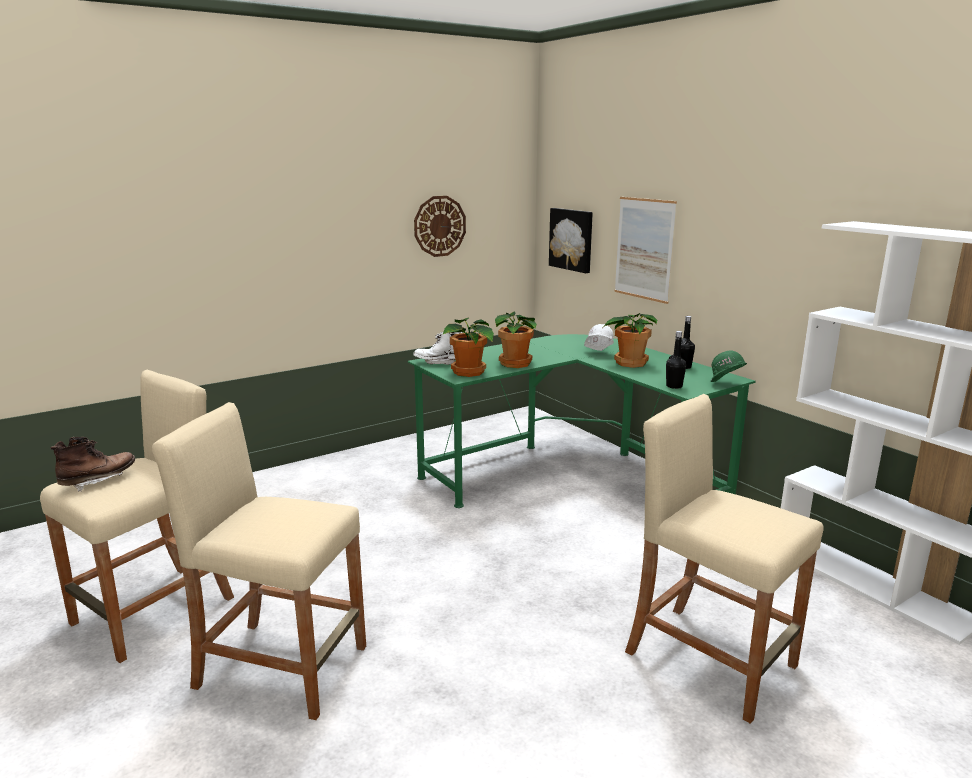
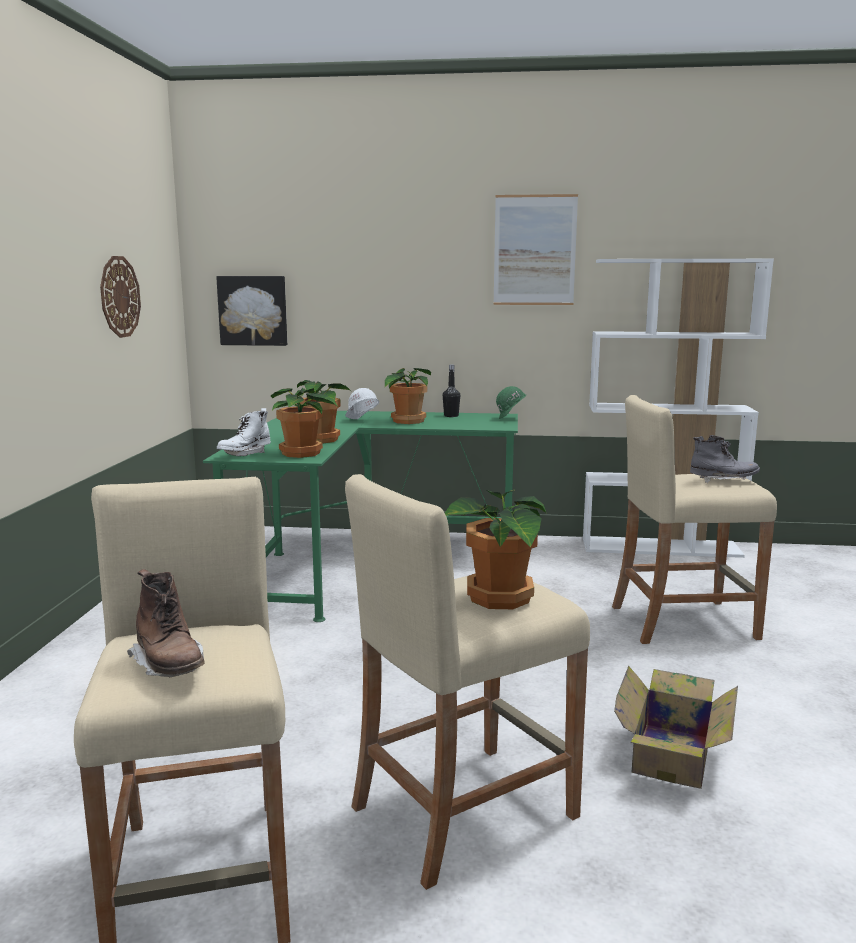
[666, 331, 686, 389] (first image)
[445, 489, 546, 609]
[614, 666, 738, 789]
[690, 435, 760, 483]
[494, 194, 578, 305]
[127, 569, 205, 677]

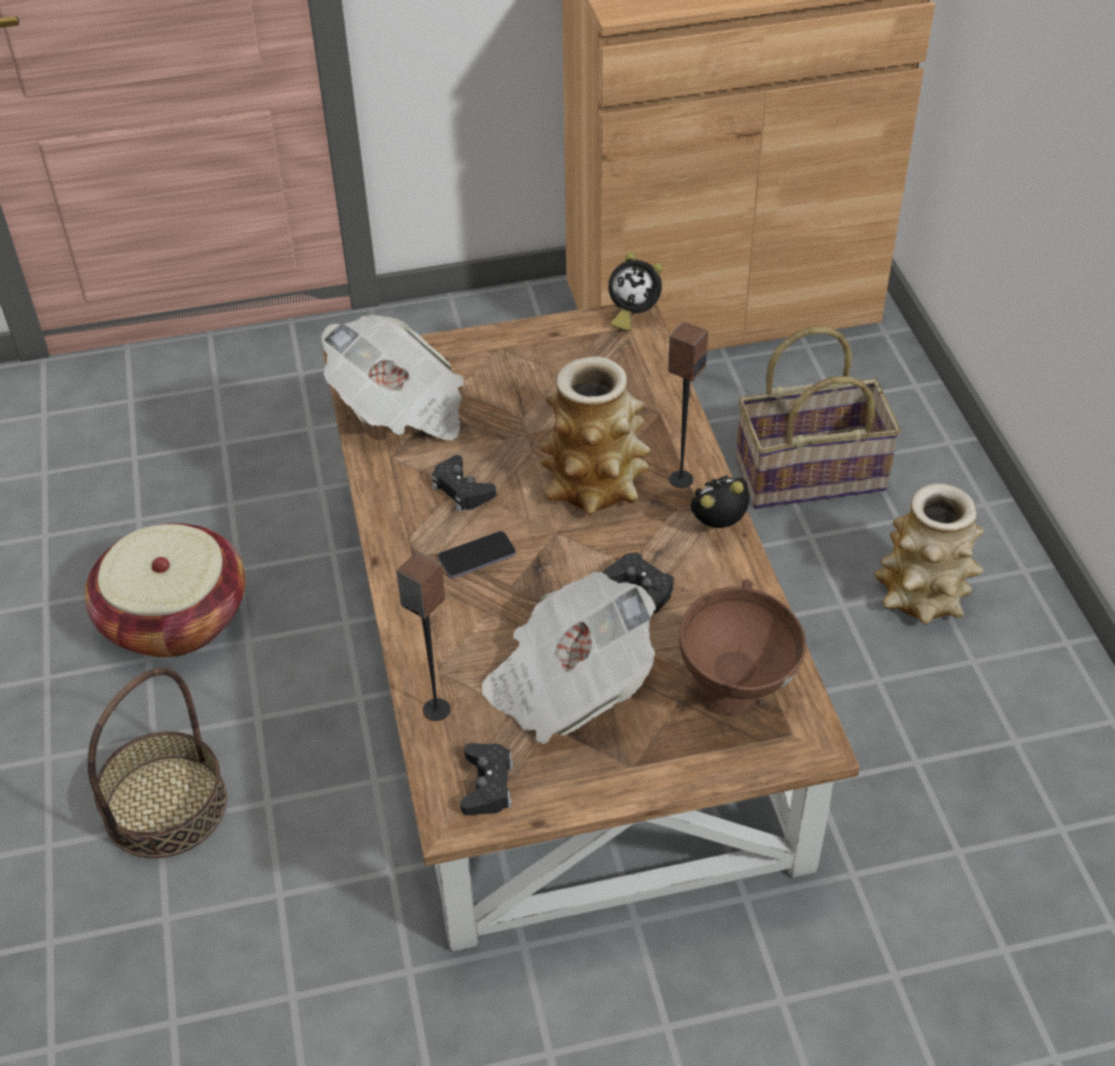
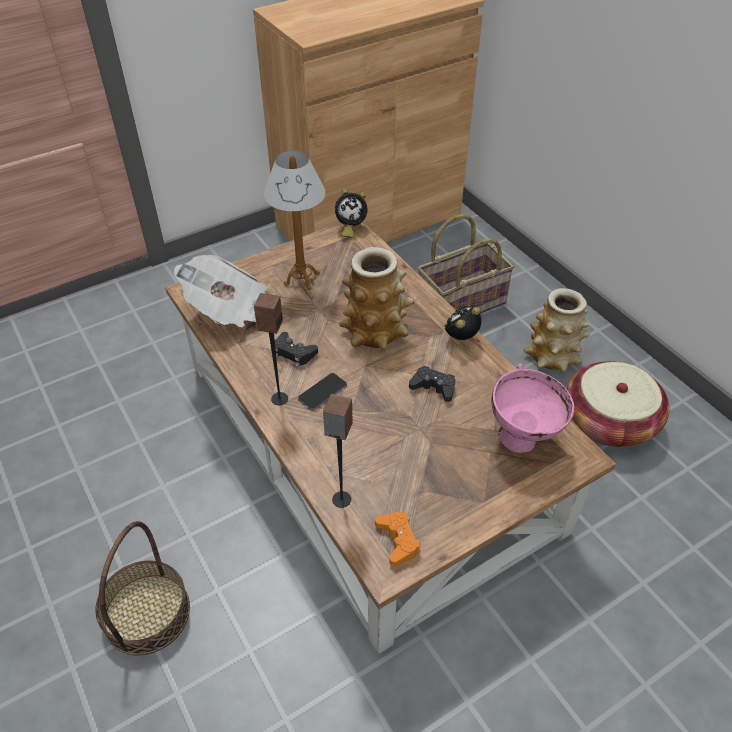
[482, 572, 656, 744] (first image)
[264, 151, 326, 290]
[567, 361, 670, 447]
[254, 293, 288, 405]
[375, 512, 421, 566]
[492, 364, 574, 453]

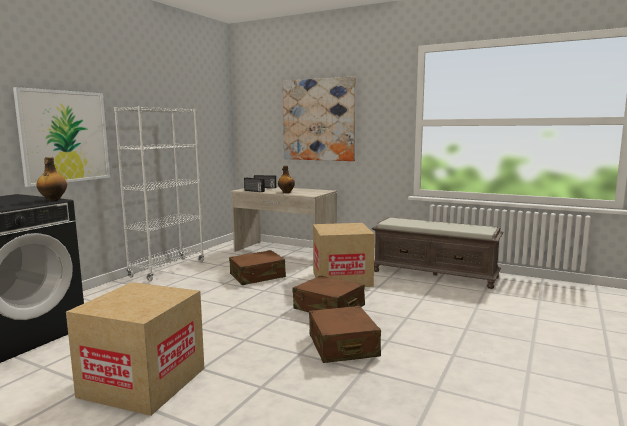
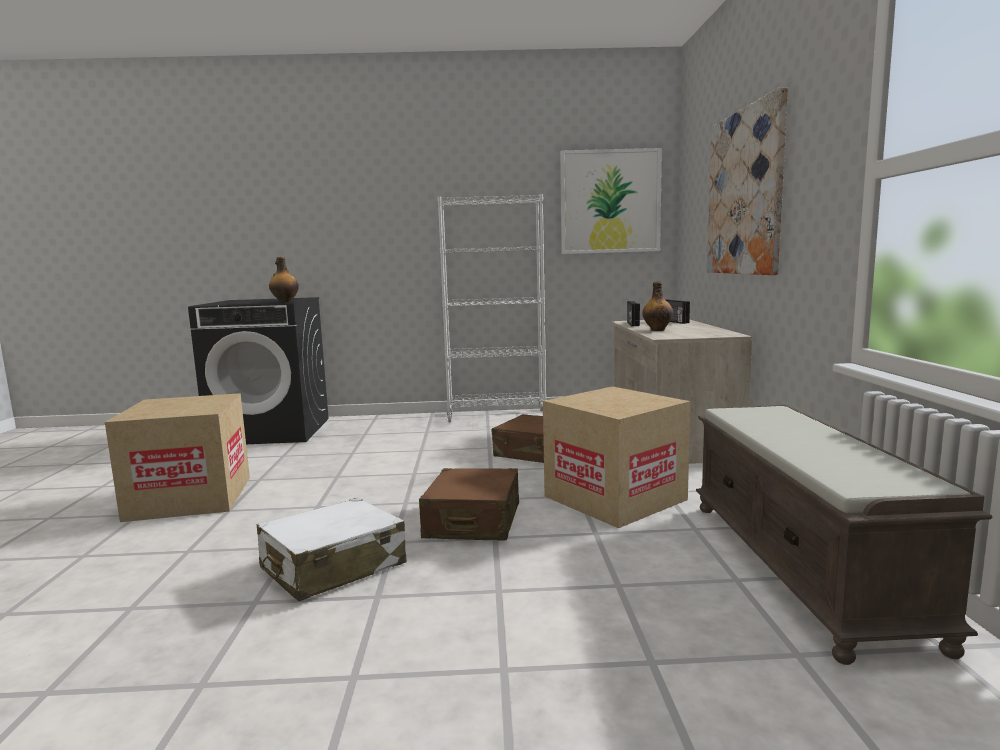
[560, 148, 662, 254]
[257, 498, 407, 602]

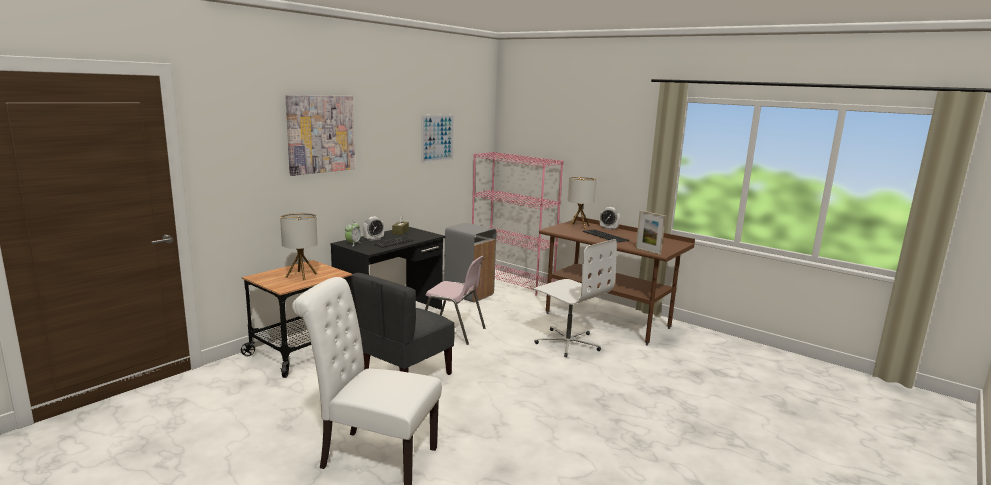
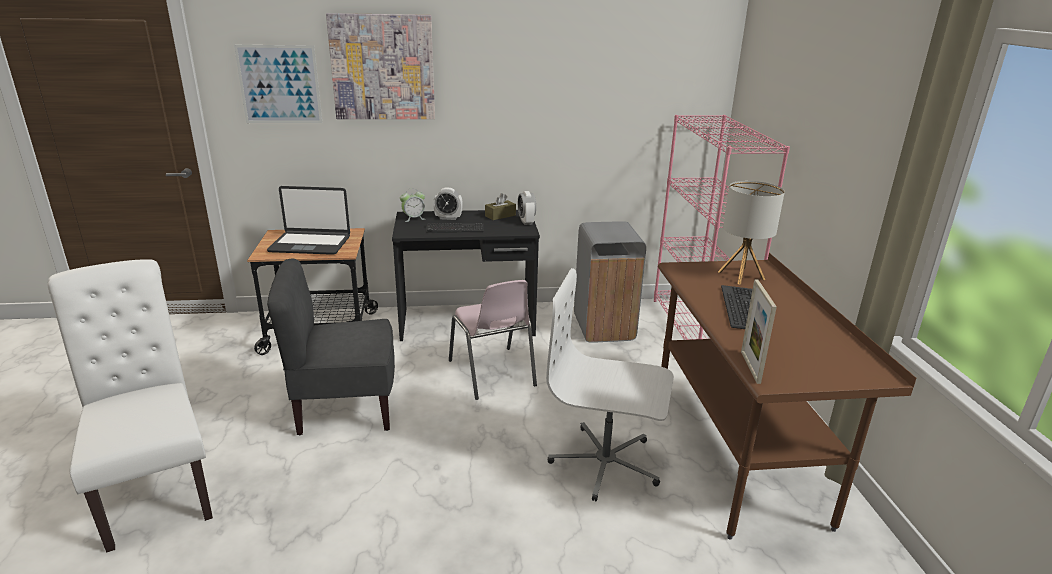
[234, 45, 323, 123]
[518, 191, 536, 225]
[267, 186, 350, 255]
[546, 268, 674, 501]

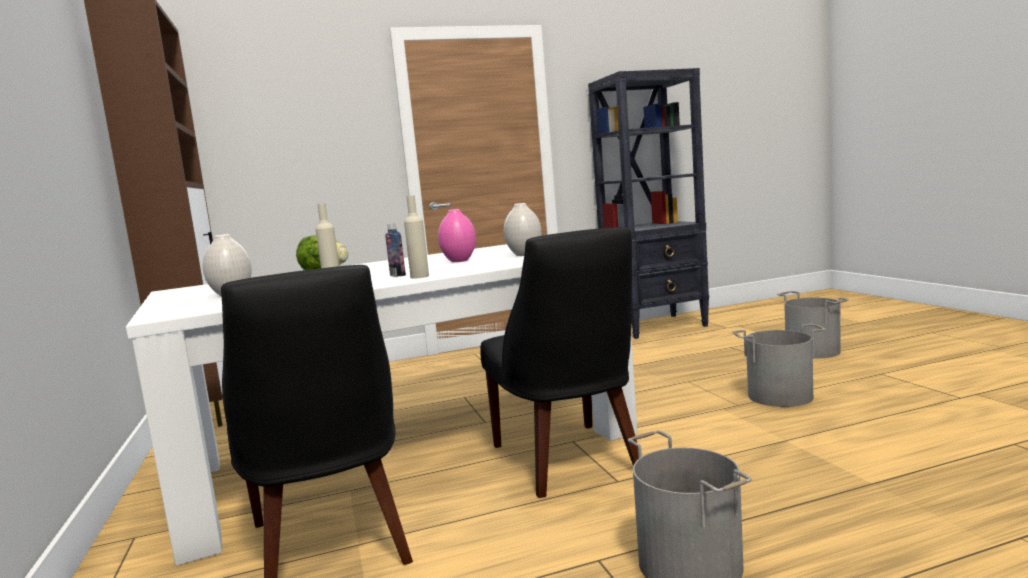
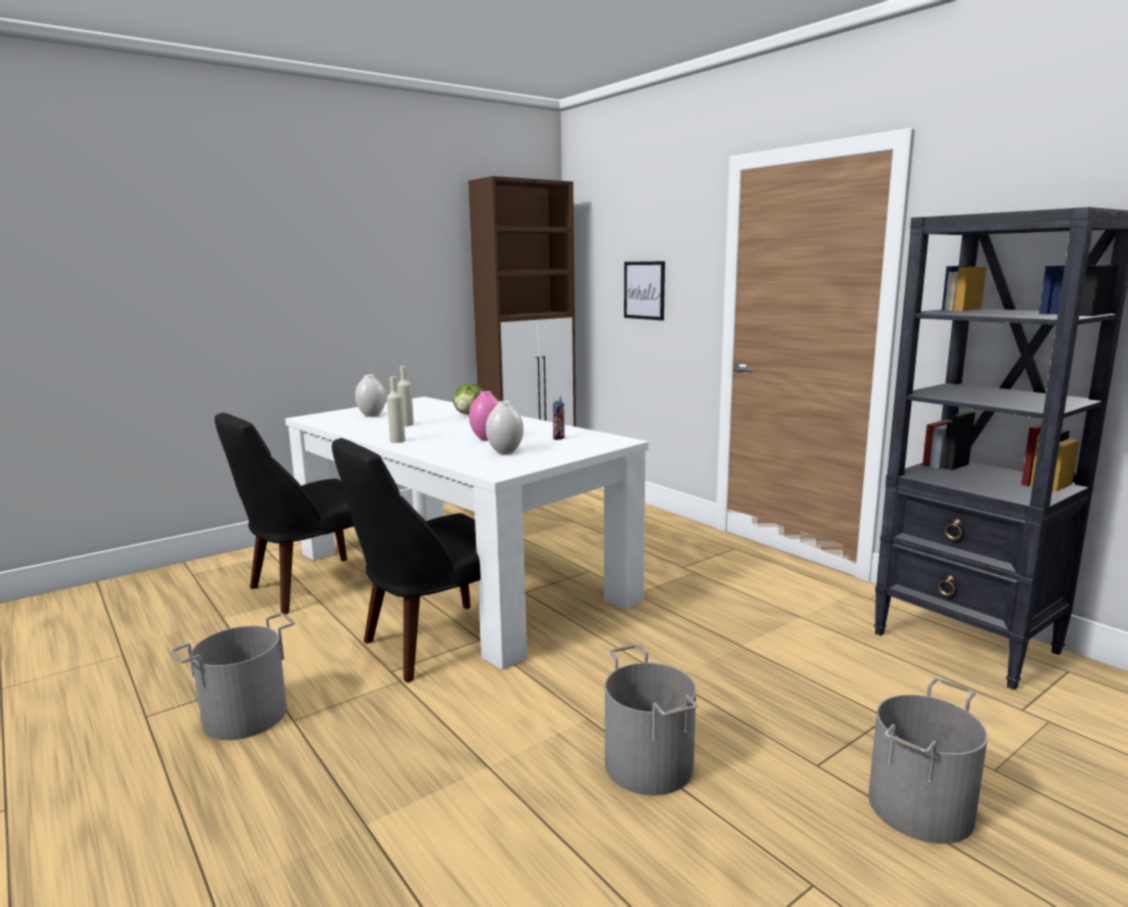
[624, 261, 665, 321]
[553, 395, 565, 440]

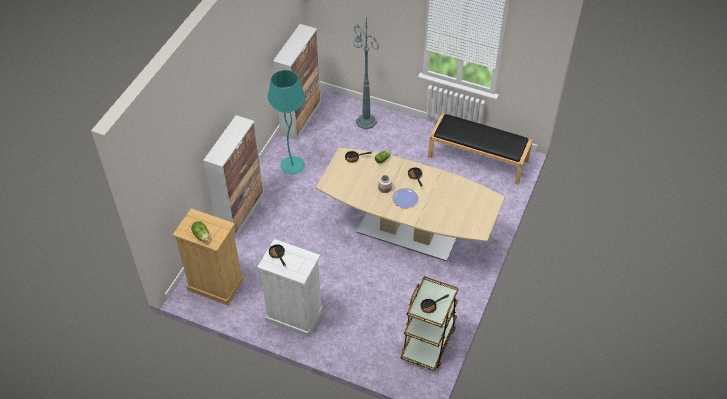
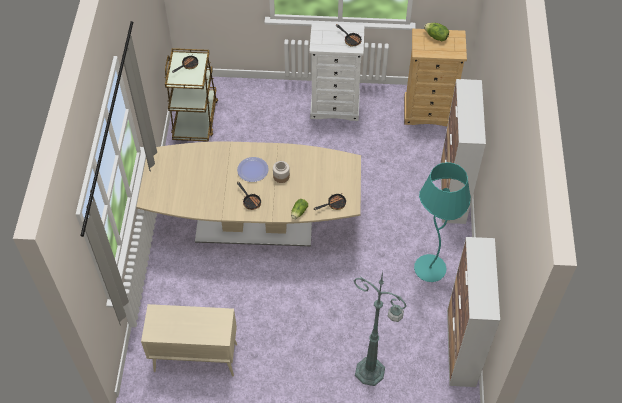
[141, 304, 237, 376]

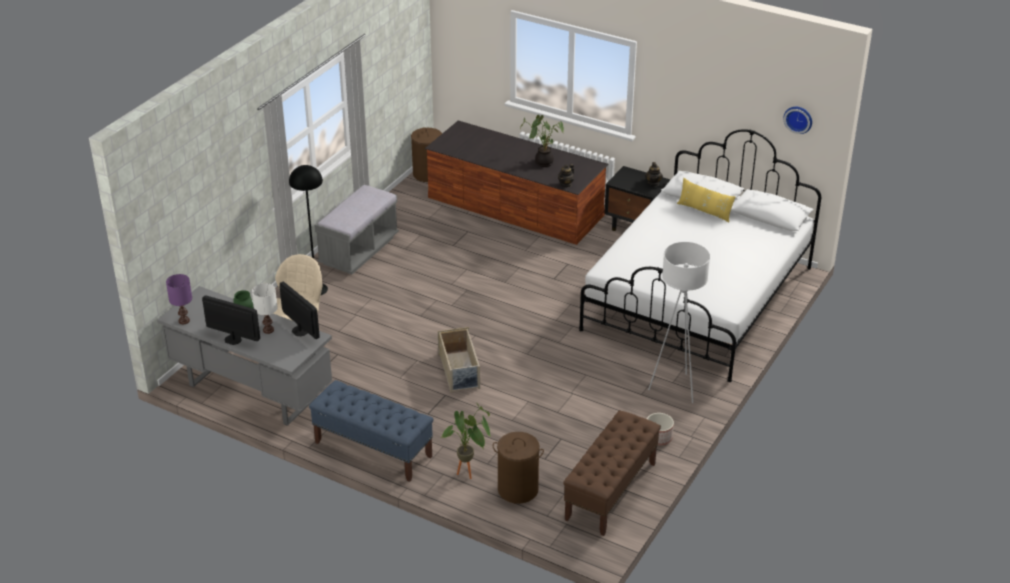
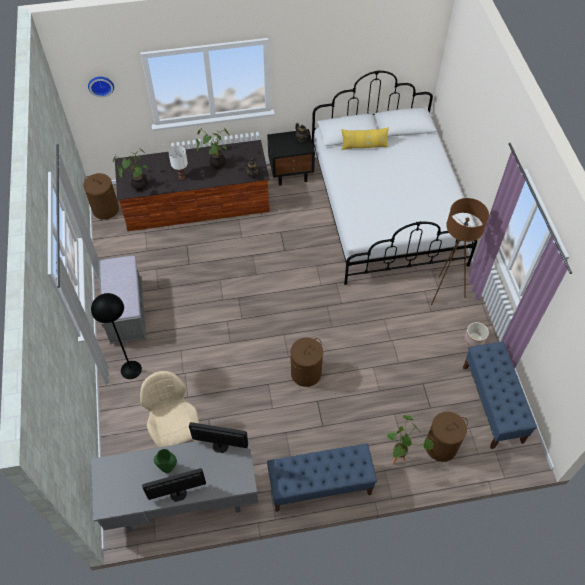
[166, 274, 192, 324] (first image)
[113, 149, 148, 191]
[168, 145, 188, 180]
[88, 77, 114, 97]
[291, 338, 323, 387]
[463, 342, 537, 449]
[431, 198, 489, 305]

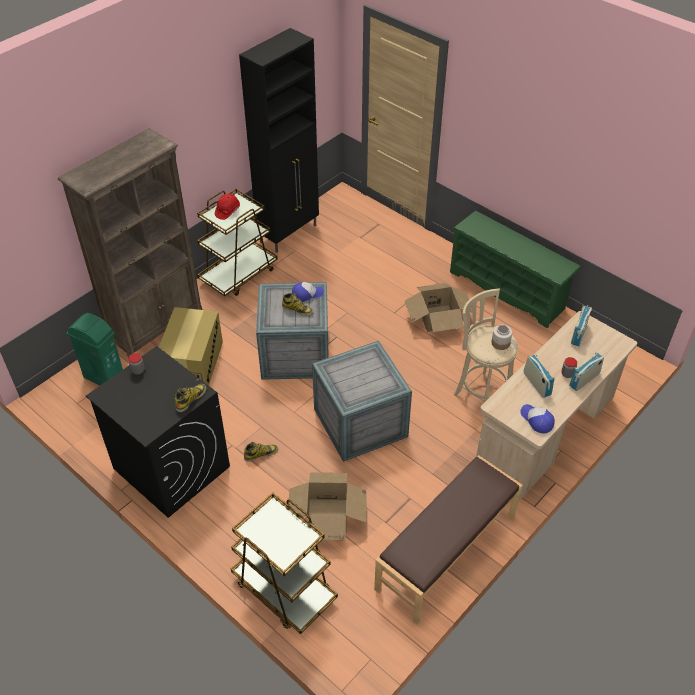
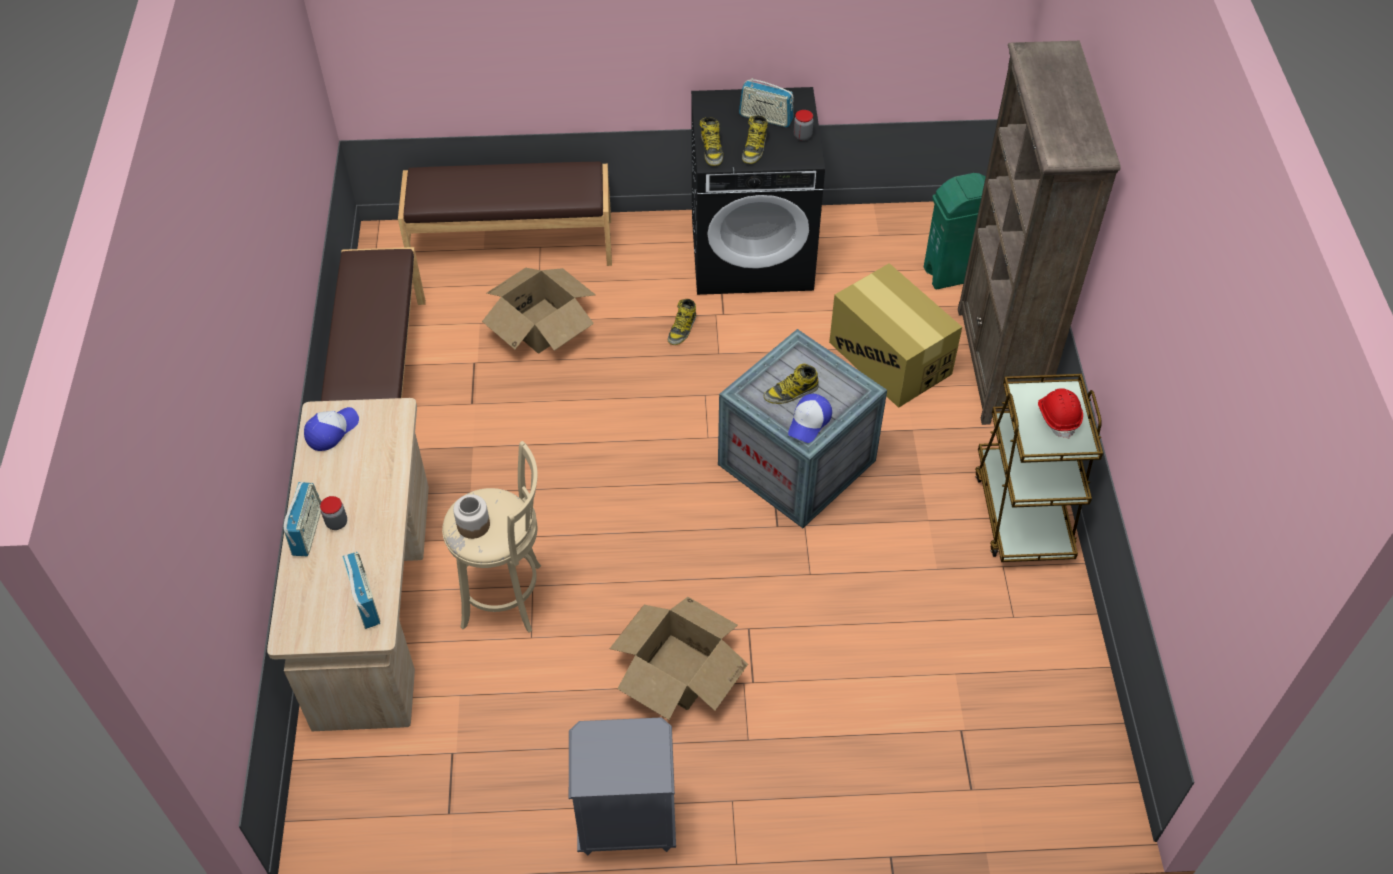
[239, 28, 319, 253] (first image)
[312, 341, 412, 462] (first image)
[742, 115, 768, 164]
[739, 78, 794, 127]
[398, 162, 612, 266]
[569, 717, 676, 855]
[304, 407, 359, 451]

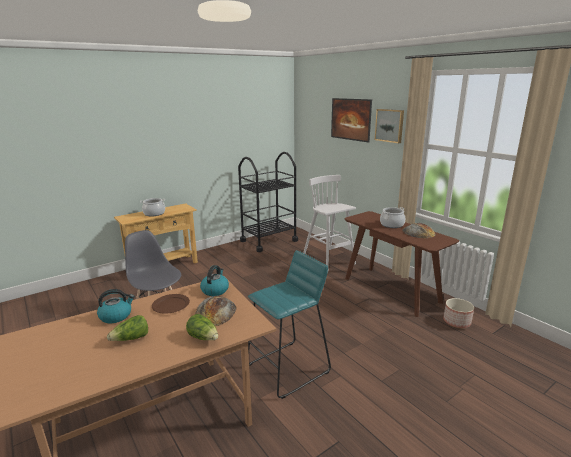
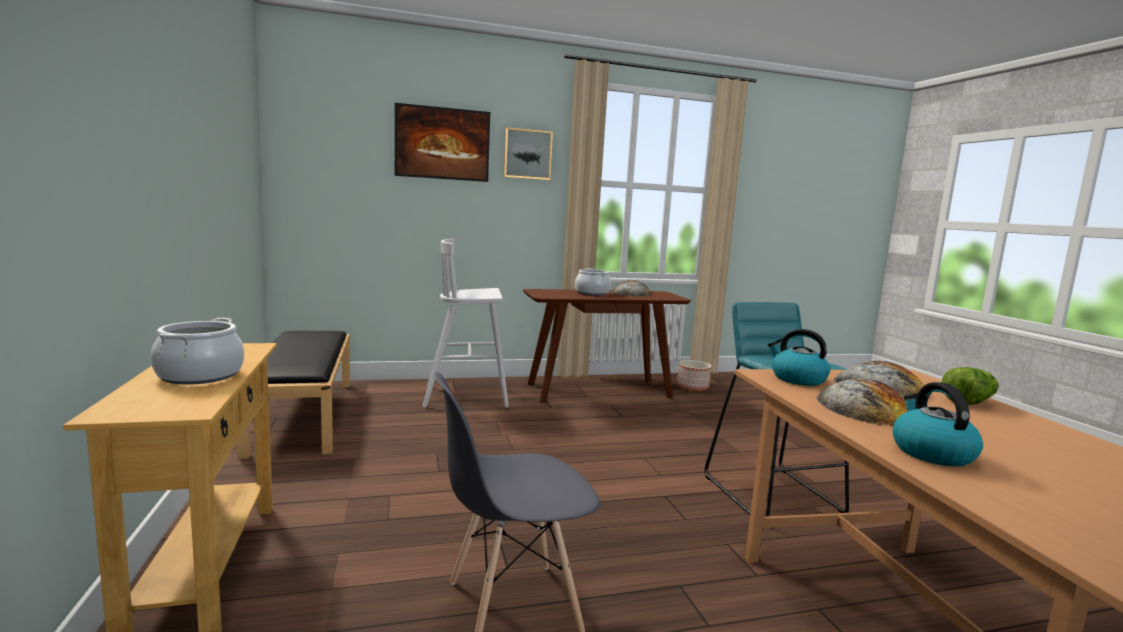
[107, 315, 148, 341] (first image)
[816, 379, 908, 426]
[237, 331, 350, 459]

